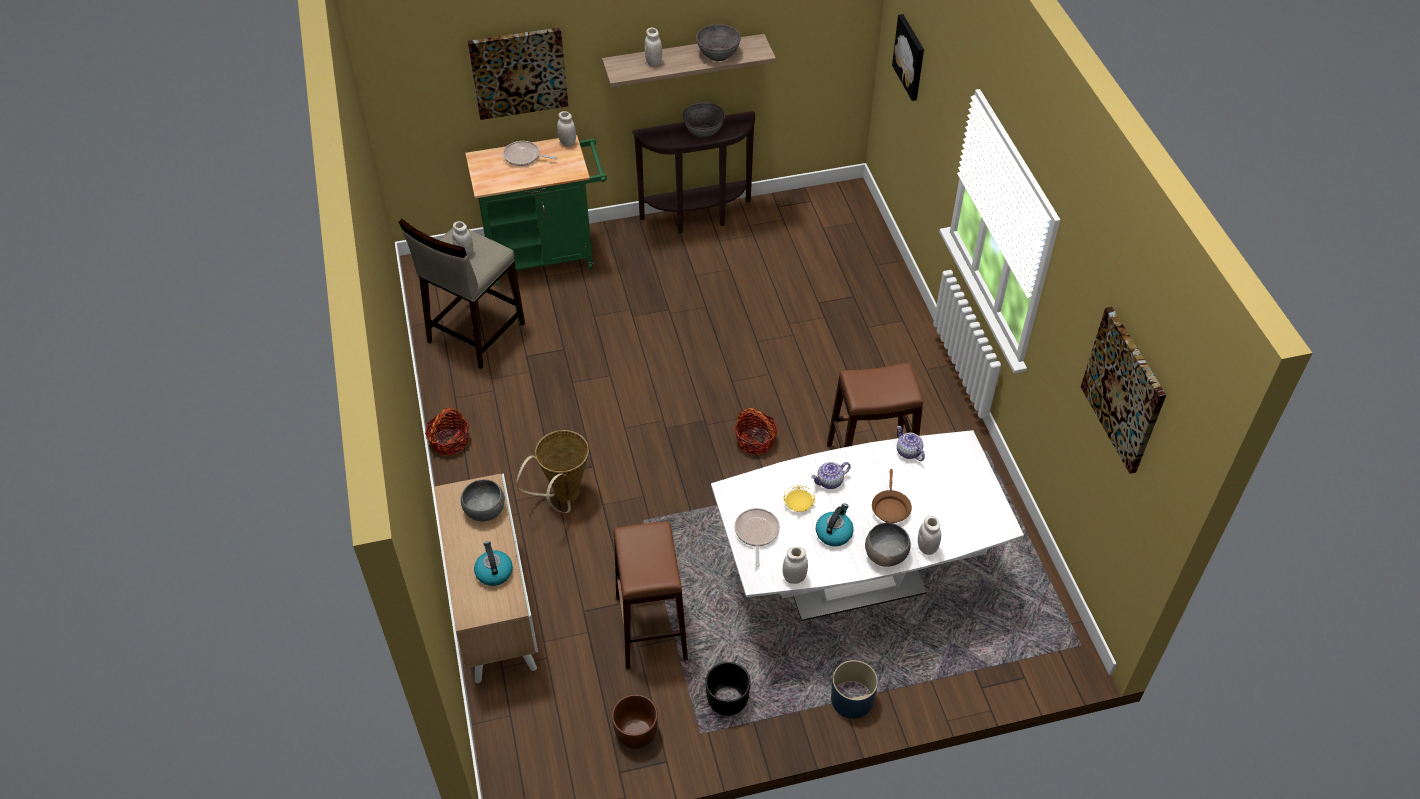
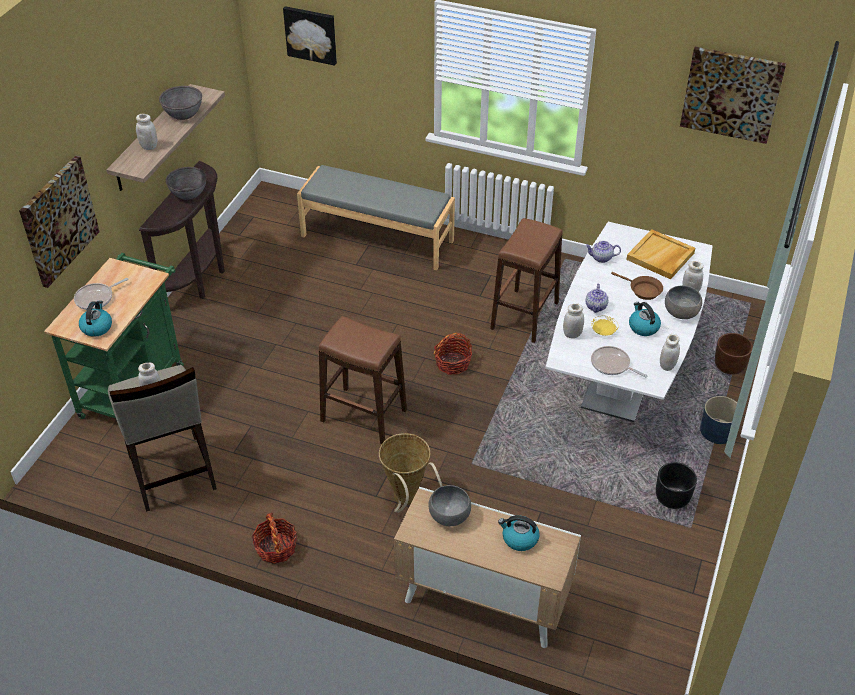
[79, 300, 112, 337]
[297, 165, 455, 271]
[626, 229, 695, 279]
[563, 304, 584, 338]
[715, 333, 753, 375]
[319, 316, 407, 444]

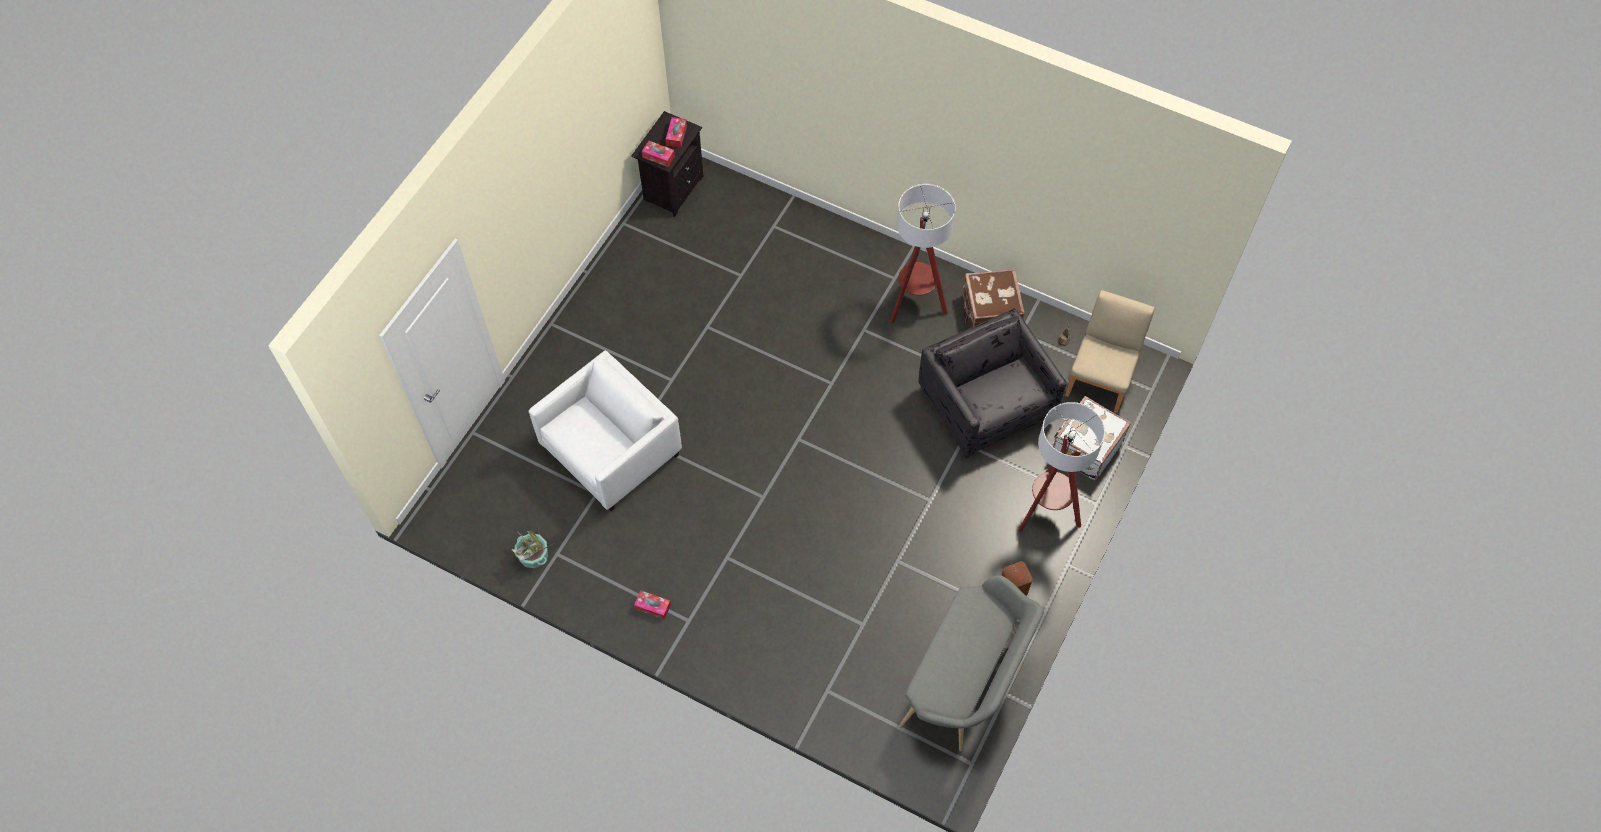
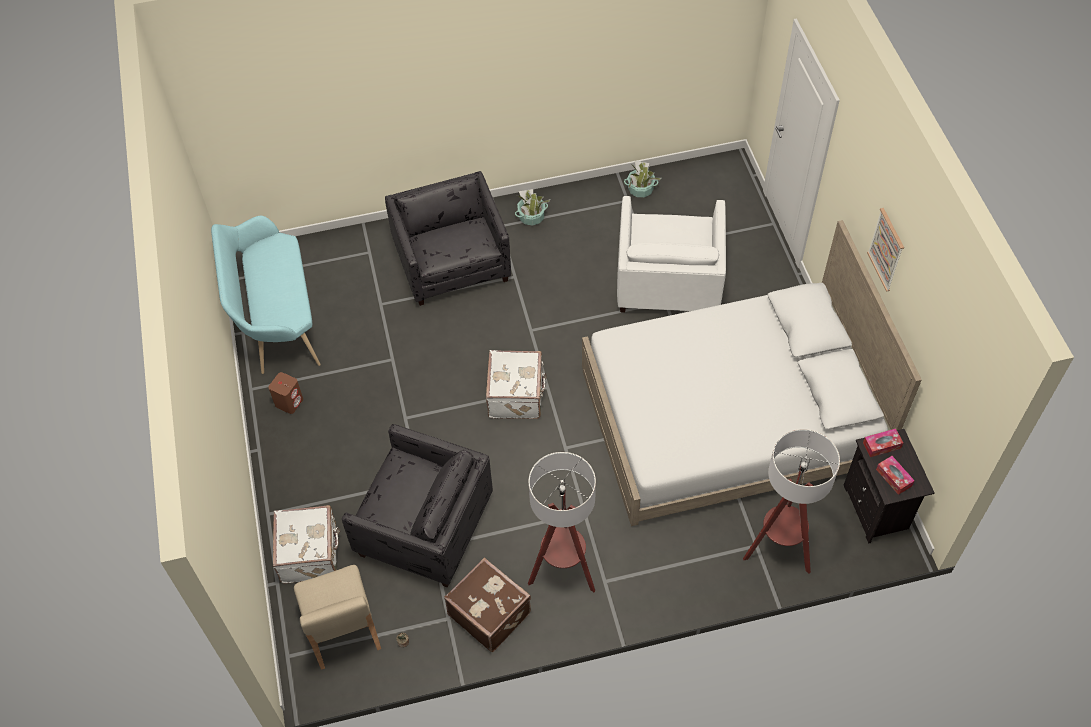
[385, 171, 511, 306]
[486, 350, 547, 419]
[582, 220, 922, 526]
[867, 208, 904, 292]
[743, 429, 840, 574]
[515, 189, 551, 226]
[211, 216, 321, 374]

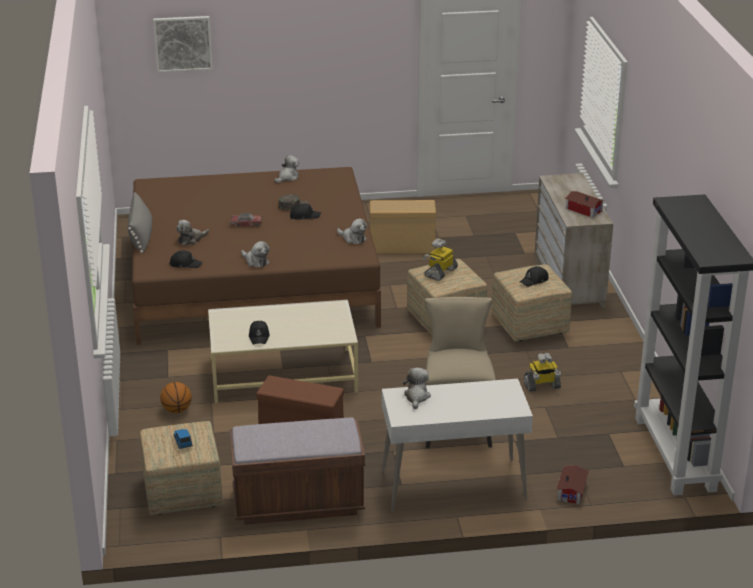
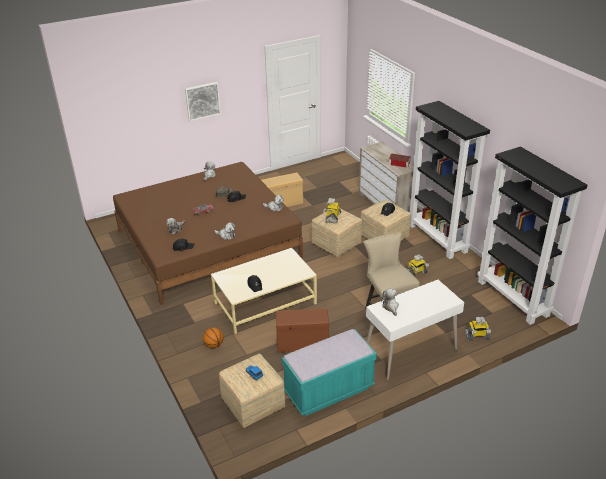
[128, 192, 152, 253] (first image)
[410, 101, 490, 259]
[185, 82, 221, 121]
[465, 317, 491, 341]
[282, 329, 377, 416]

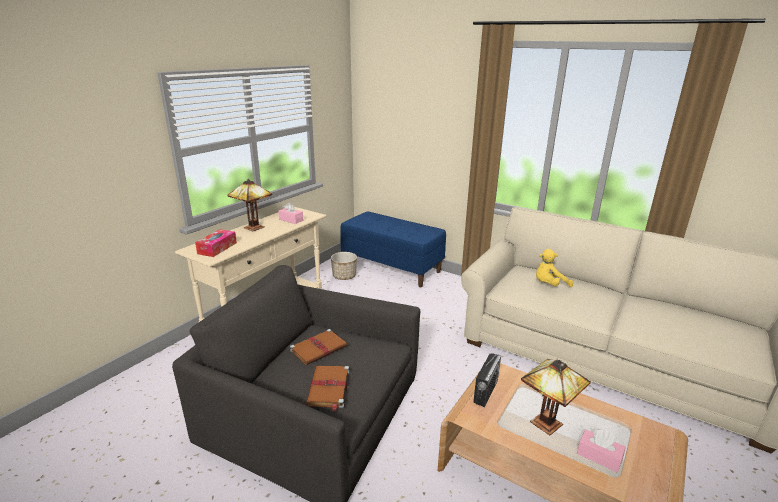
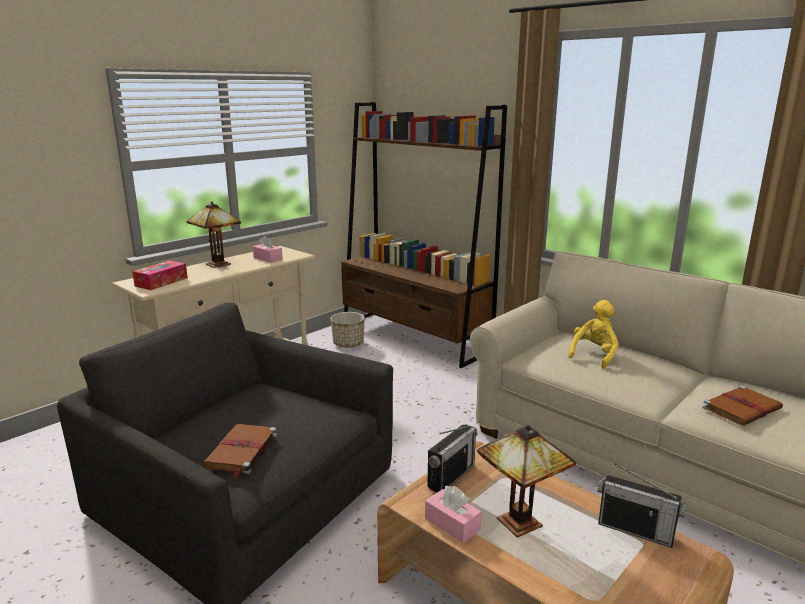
[597, 463, 686, 548]
[702, 386, 783, 426]
[425, 486, 482, 543]
[341, 102, 507, 368]
[568, 300, 619, 368]

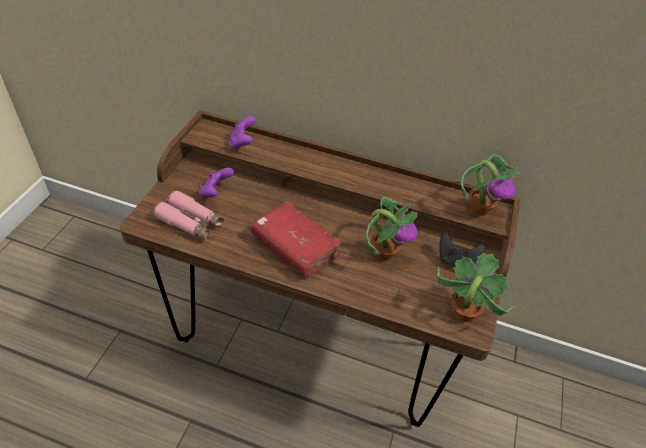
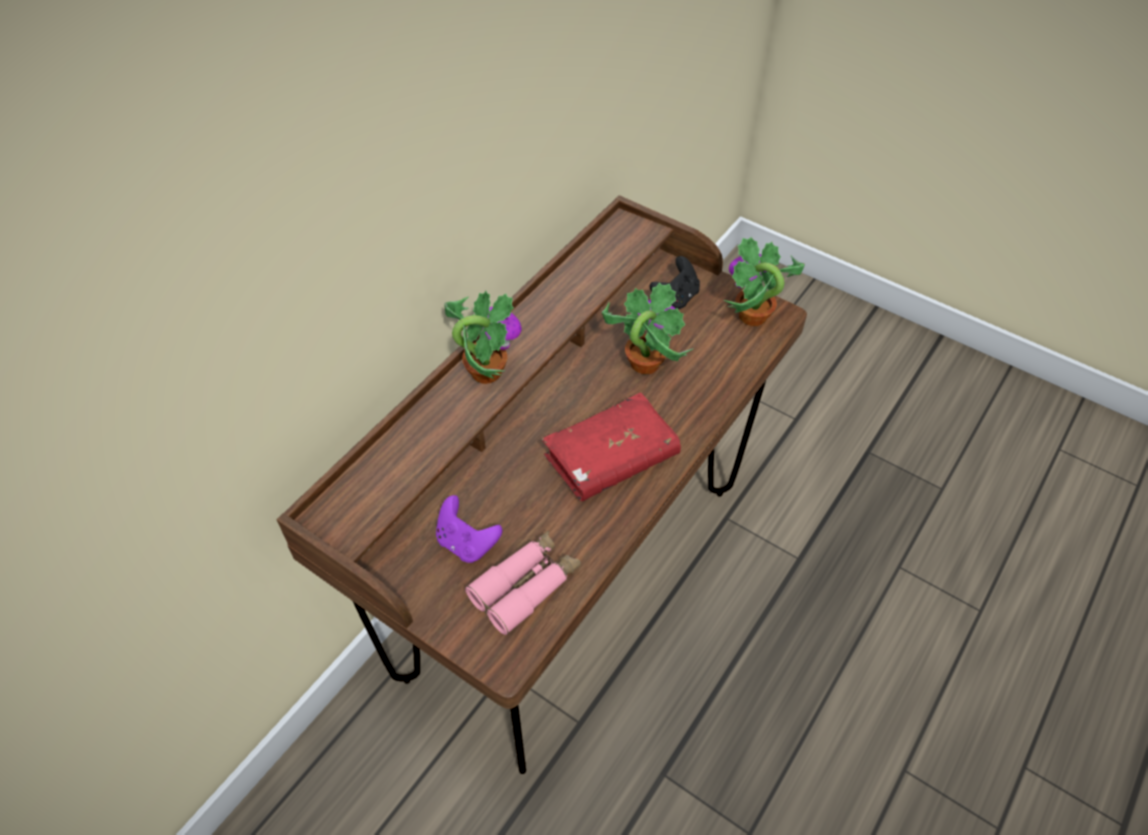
[229, 116, 256, 150] (first image)
[445, 291, 522, 384]

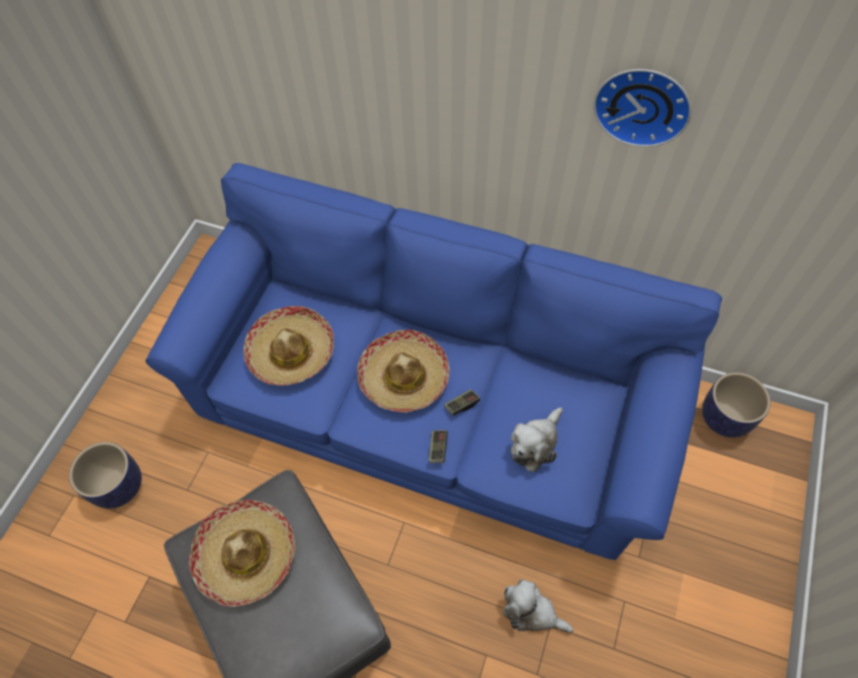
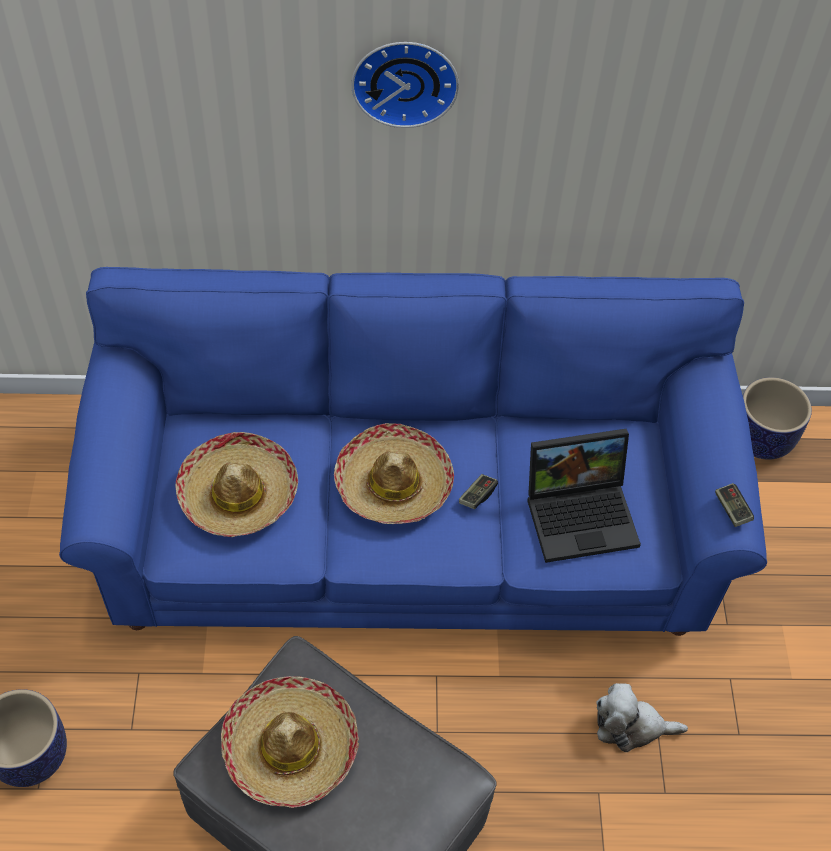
[715, 483, 754, 527]
[351, 42, 459, 128]
[527, 429, 641, 563]

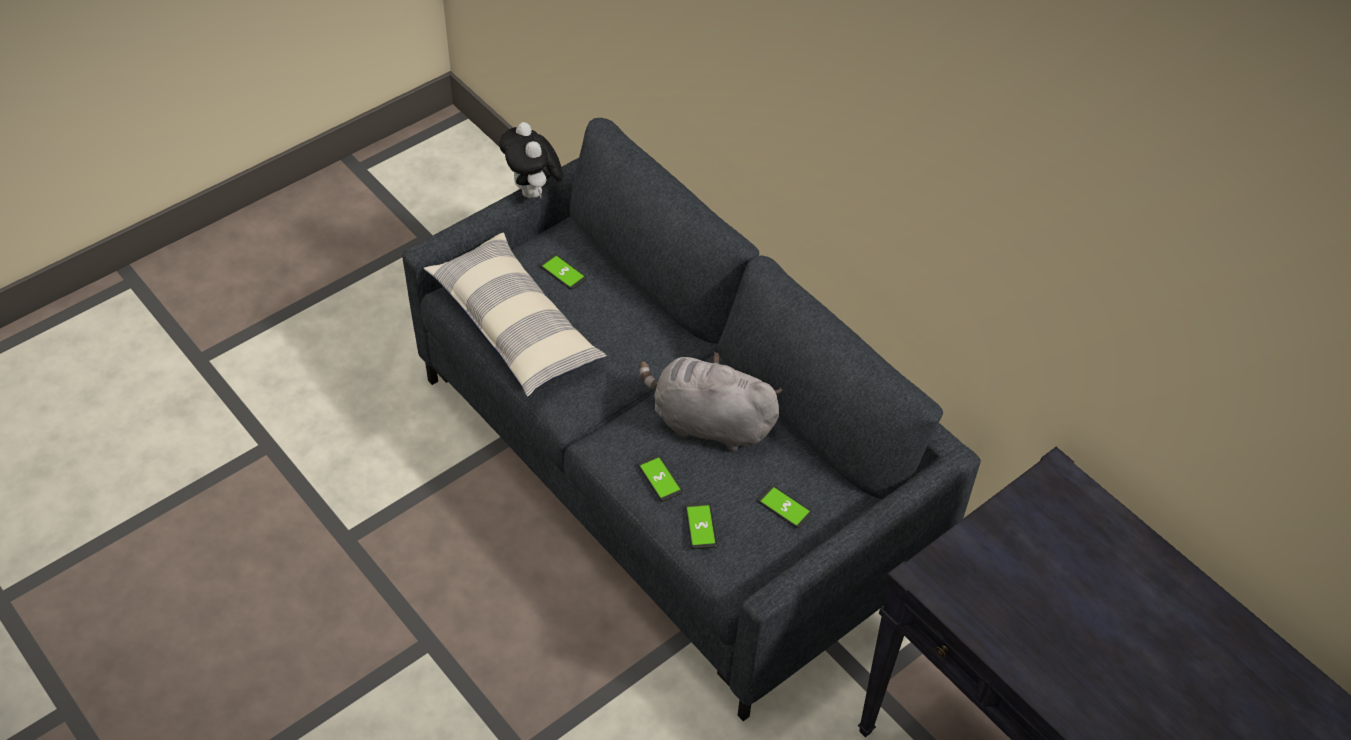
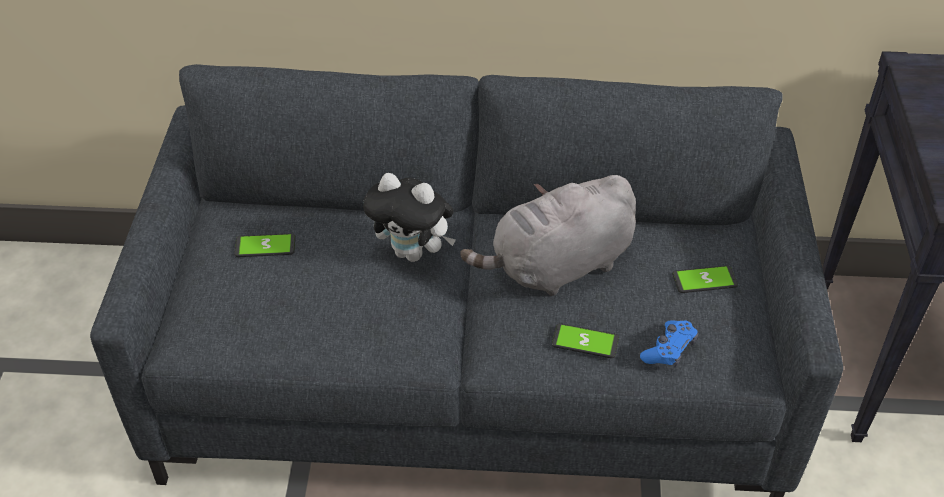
[423, 233, 607, 397] (first image)
[363, 173, 456, 262]
[640, 320, 698, 367]

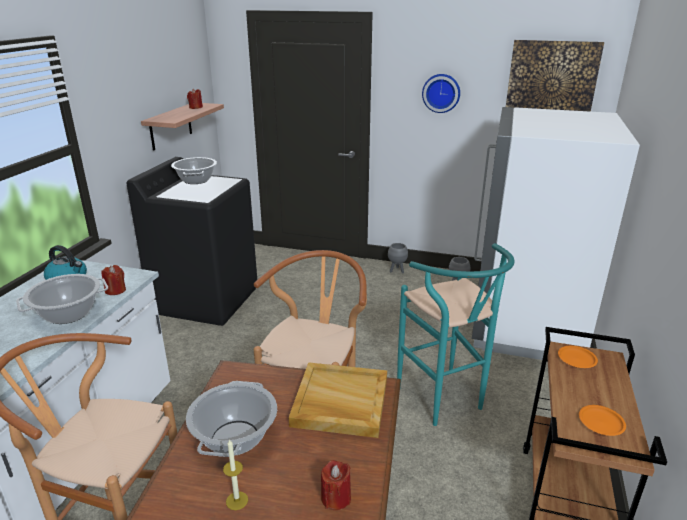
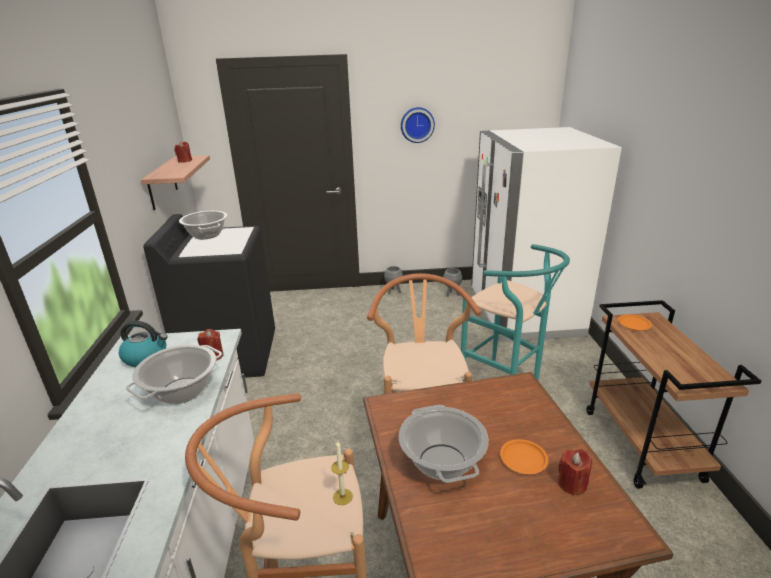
[289, 362, 387, 438] (first image)
[506, 40, 604, 112] (first image)
[331, 440, 353, 505]
[500, 439, 548, 474]

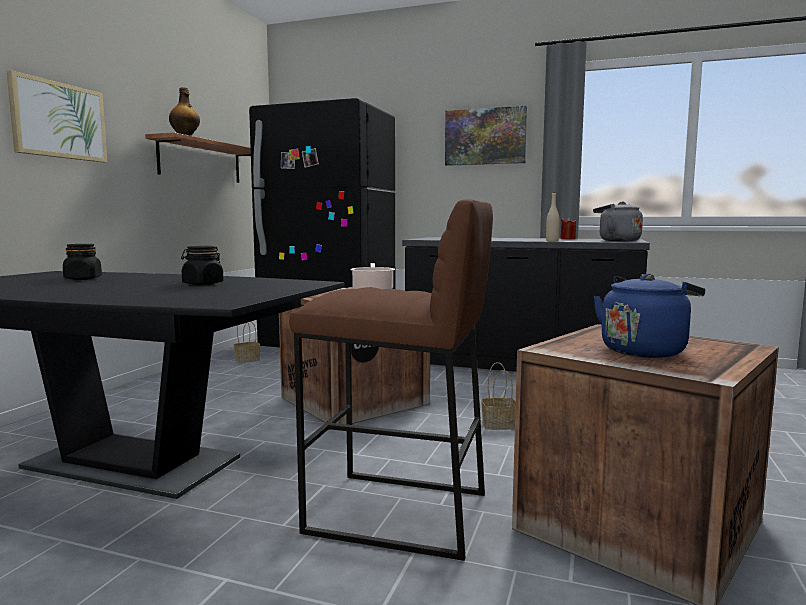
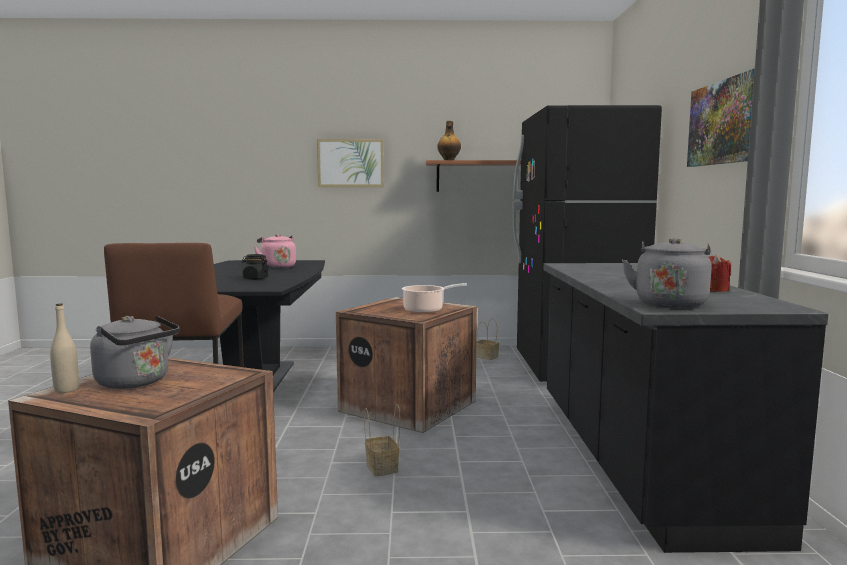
[50, 303, 79, 393]
[254, 234, 296, 268]
[90, 315, 180, 389]

